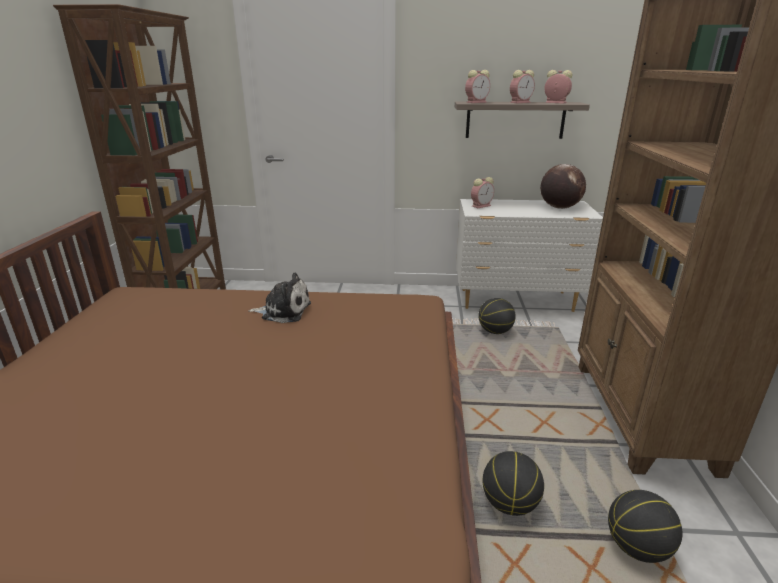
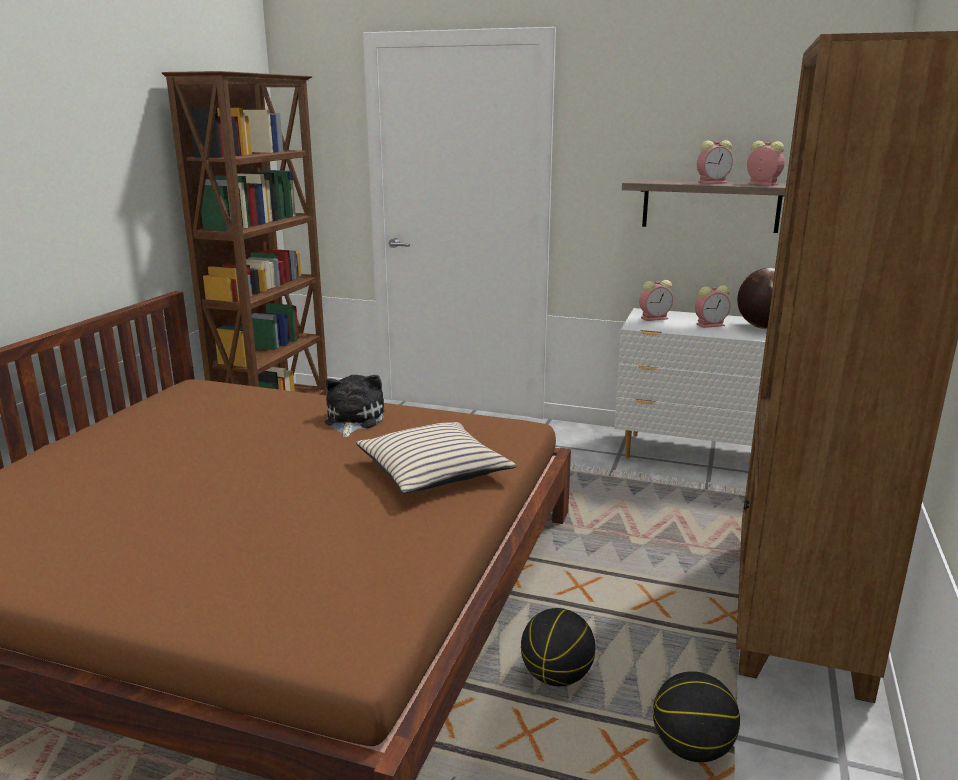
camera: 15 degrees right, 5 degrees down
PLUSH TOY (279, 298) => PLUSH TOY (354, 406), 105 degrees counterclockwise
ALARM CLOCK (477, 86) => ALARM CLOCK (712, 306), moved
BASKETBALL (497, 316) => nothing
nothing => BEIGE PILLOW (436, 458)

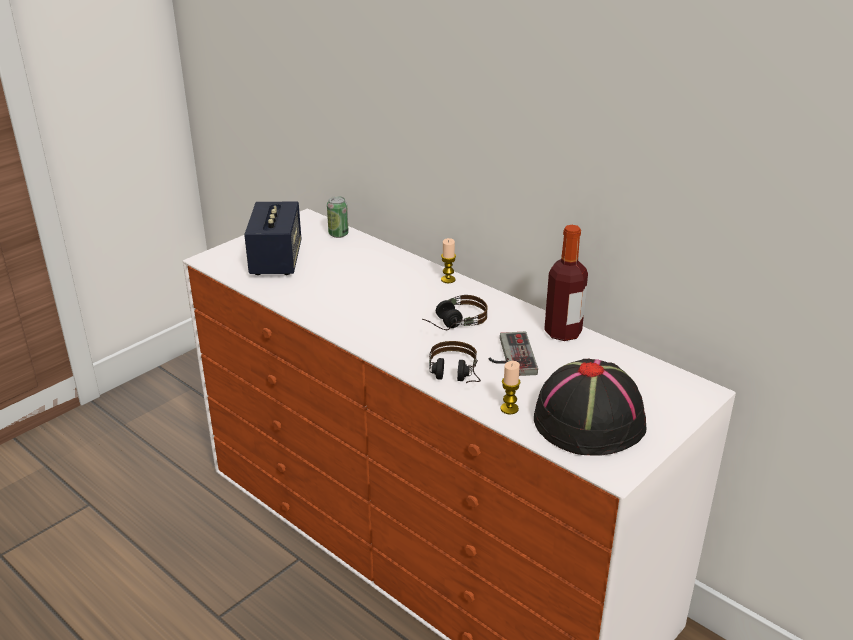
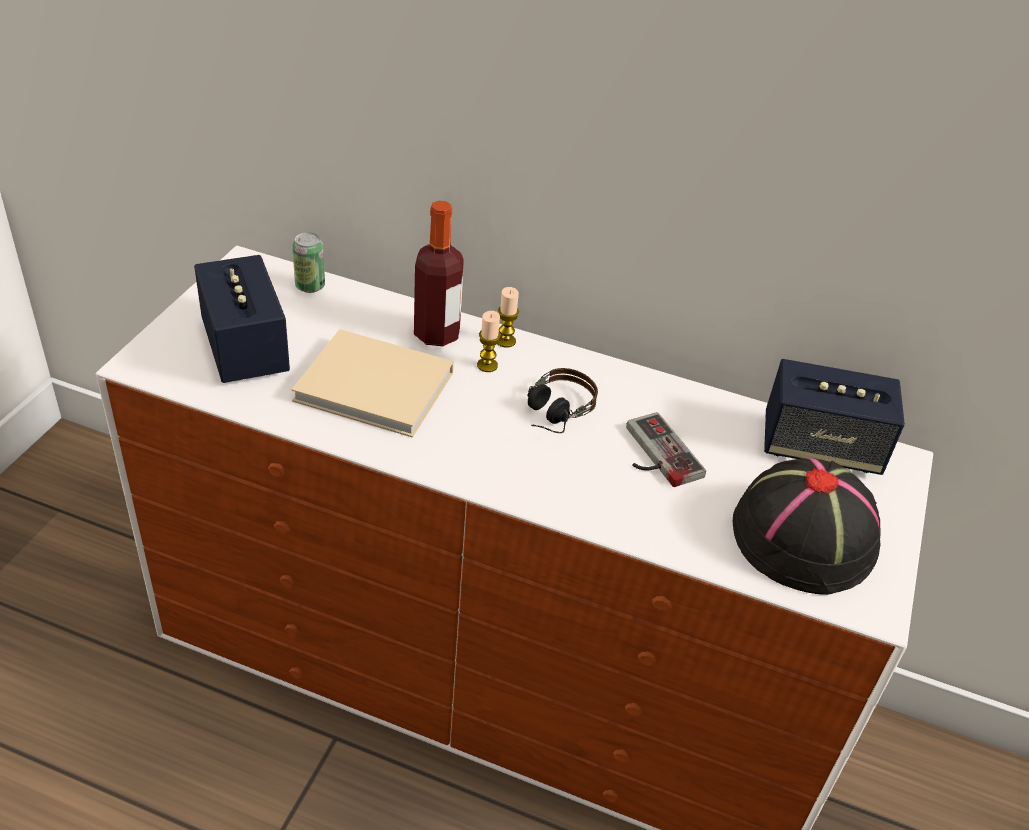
camera: 25 degrees left, 10 degrees up
HEADPHONES (455, 362) => nothing
CANDLE (510, 388) => CANDLE (489, 341), moved
BOTTLE (566, 283) => BOTTLE (439, 273), moved
nothing => BEIGE BOOK (372, 383)
nothing => SPEAKER (834, 417)

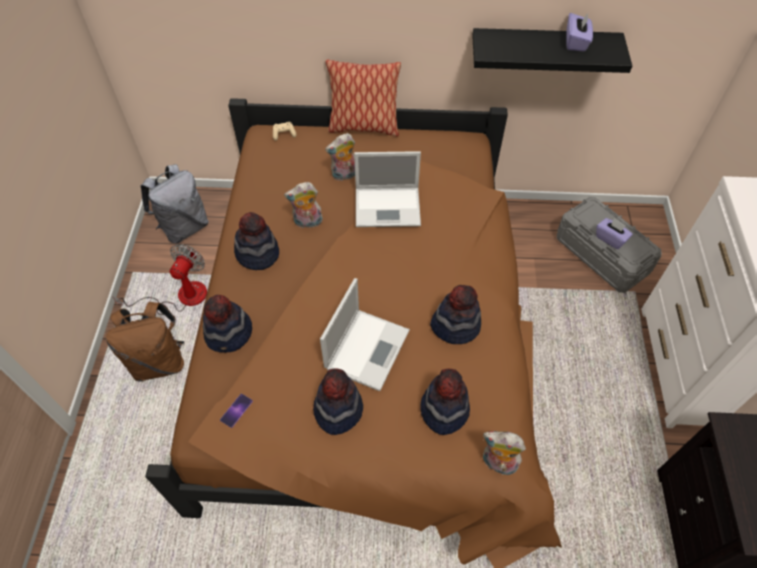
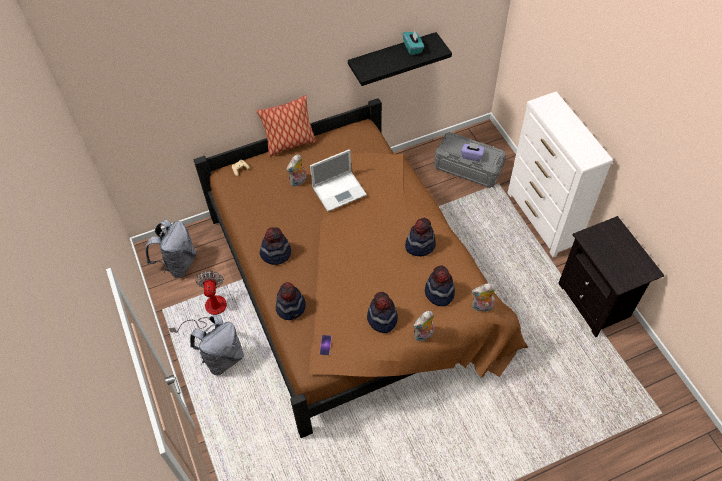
camera: 25 degrees left, 0 degrees up
BROWN BACKPACK (145, 342) => GREY BACKPACK (217, 344)
PLUSH TOY (303, 205) => PLUSH TOY (423, 326), moved
LAPTOP (365, 334) => nothing
PURPLE TISSUE BOX (579, 32) => TURQUOISE TISSUE BOX (413, 43)

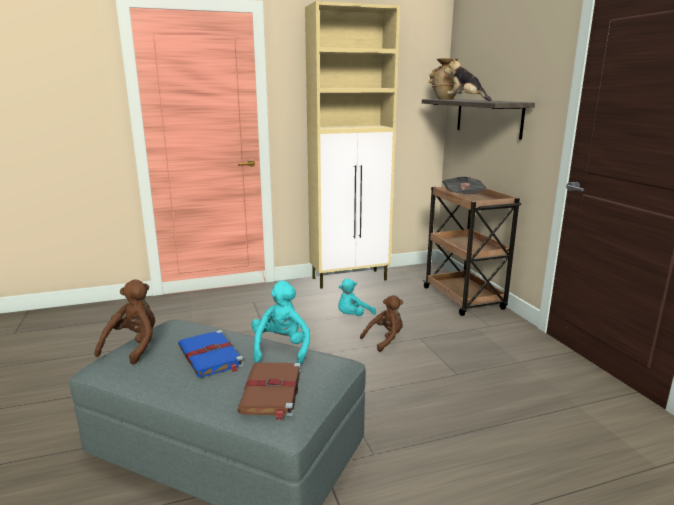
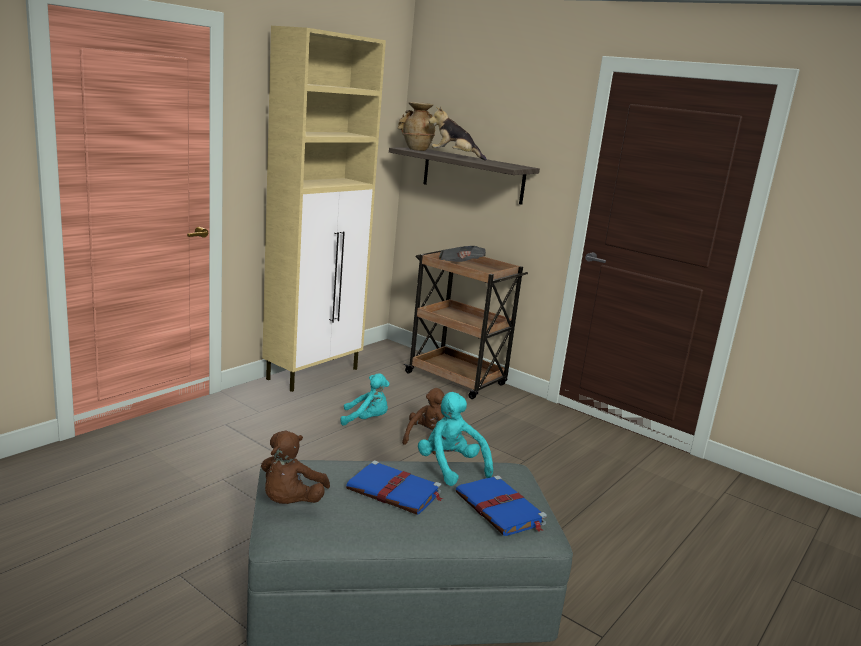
camera: 35 degrees left, 0 degrees up
BROWN PLUSH TOY (124, 322) => BROWN PLUSH TOY (295, 467), 150 degrees counterclockwise
BROWN BOOK (269, 391) => BLUE BOOK (501, 505)
TURQUOISE PLUSH TOY (357, 297) => TURQUOISE PLUSH TOY (365, 399), 105 degrees counterclockwise

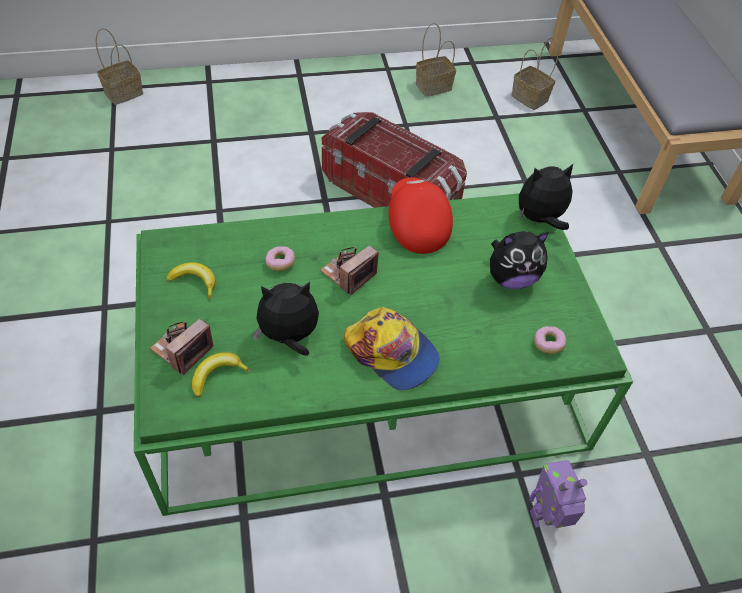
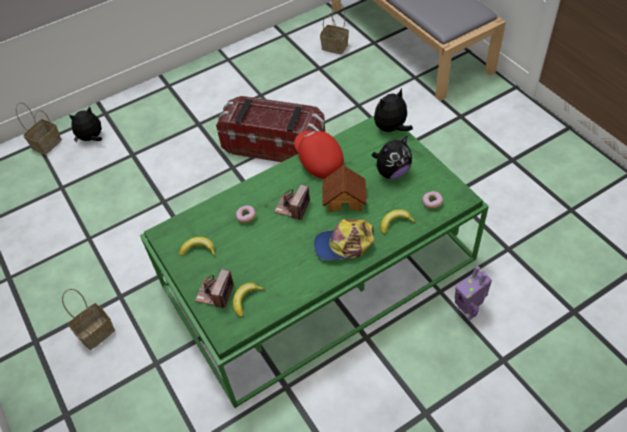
camera: 15 degrees left, 0 degrees up
PLUSH TOY (285, 319) => PLUSH TOY (85, 124), moved
CAP (392, 349) => CAP (344, 239), 150 degrees clockwise
BASKET (436, 60) => BASKET (88, 319), moved
TOY ROBOT (558, 494) => TOY ROBOT (473, 293), 90 degrees counterclockwise
nothing => TOY HOUSE (344, 188)
nothing => BANANA (398, 221)

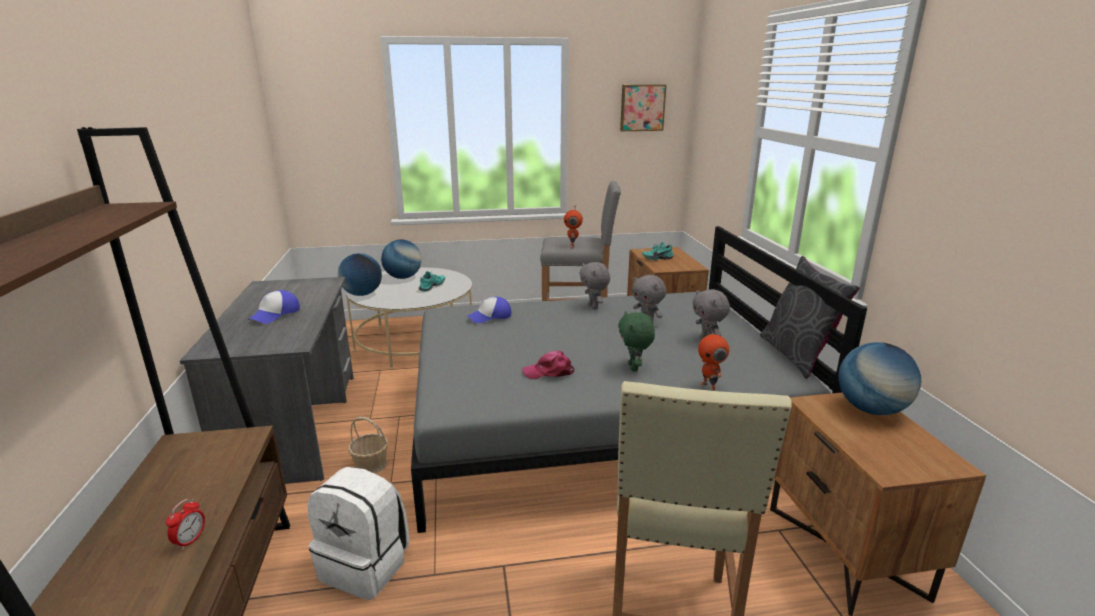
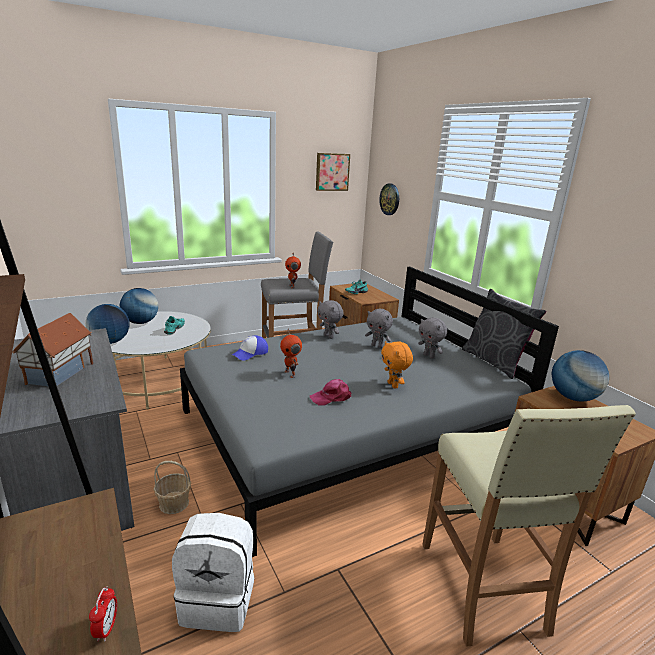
camera: 20 degrees left, 0 degrees up
CAP (274, 307) => TOY HOUSE (52, 349)
GREEN PLUSH TOY (636, 341) => ORANGE PLUSH TOY (397, 365)
TOY ROBOT (713, 358) => TOY ROBOT (291, 354), moved
nothing => WALL CLOCK (389, 199)

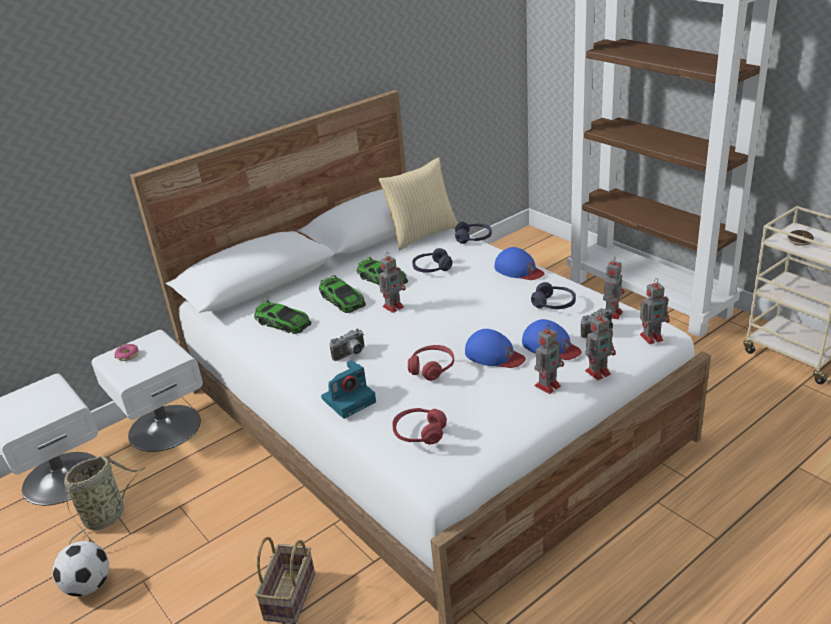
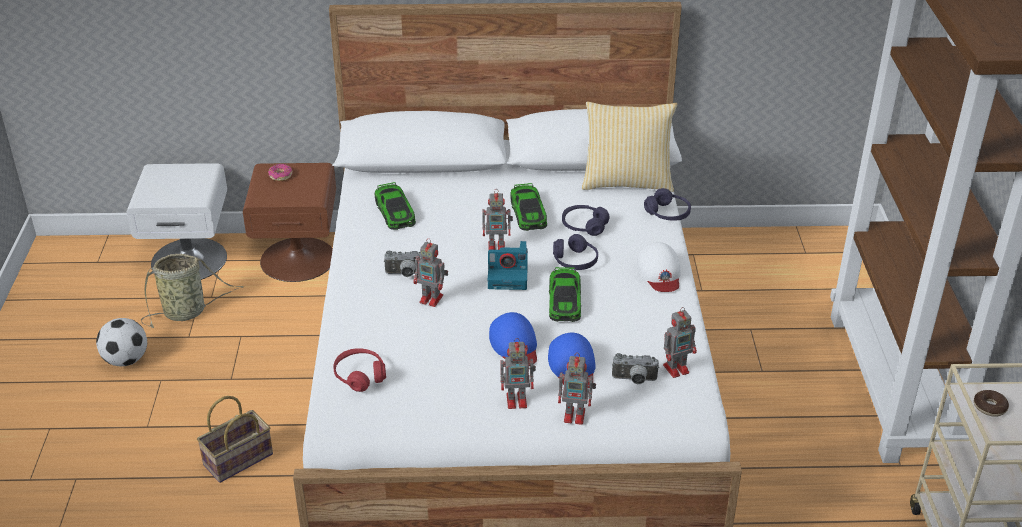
camera: 35 degrees right, 5 degrees up
WHITE NIGHTSTAND (147, 391) => BROWN NIGHTSTAND (289, 222)
TOY CAR (342, 294) => TOY CAR (565, 294), moved
PHOTO CAMERA (348, 389) => PHOTO CAMERA (508, 265), moved
RED HEADPHONES (431, 363) => nothing
BLUE CAP (520, 263) => WHITE CAP (659, 267)
PURPLE HEADPHONES (553, 295) => PURPLE HEADPHONES (575, 252), moved
TOY ROBOT (655, 311) => TOY ROBOT (430, 272), moved

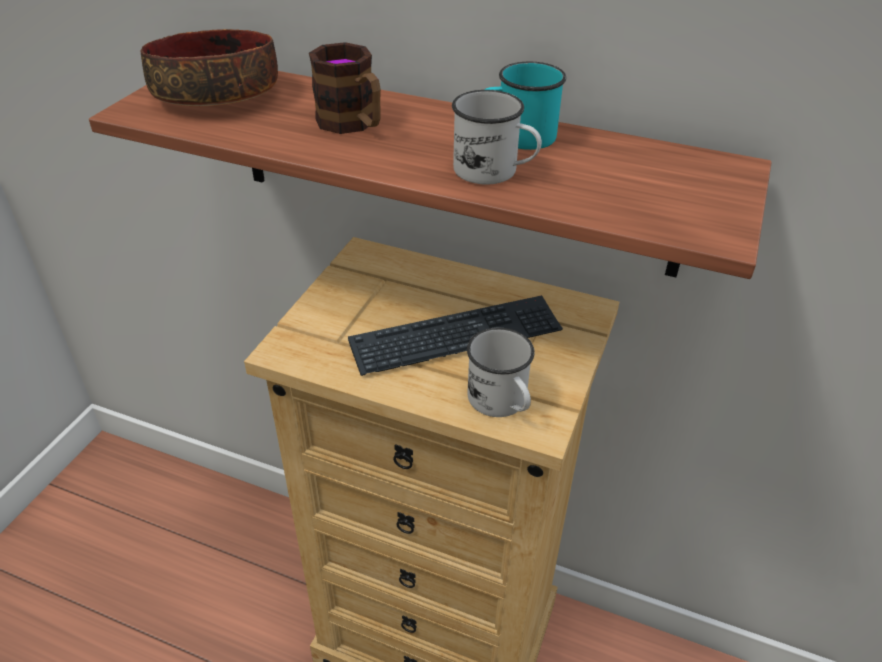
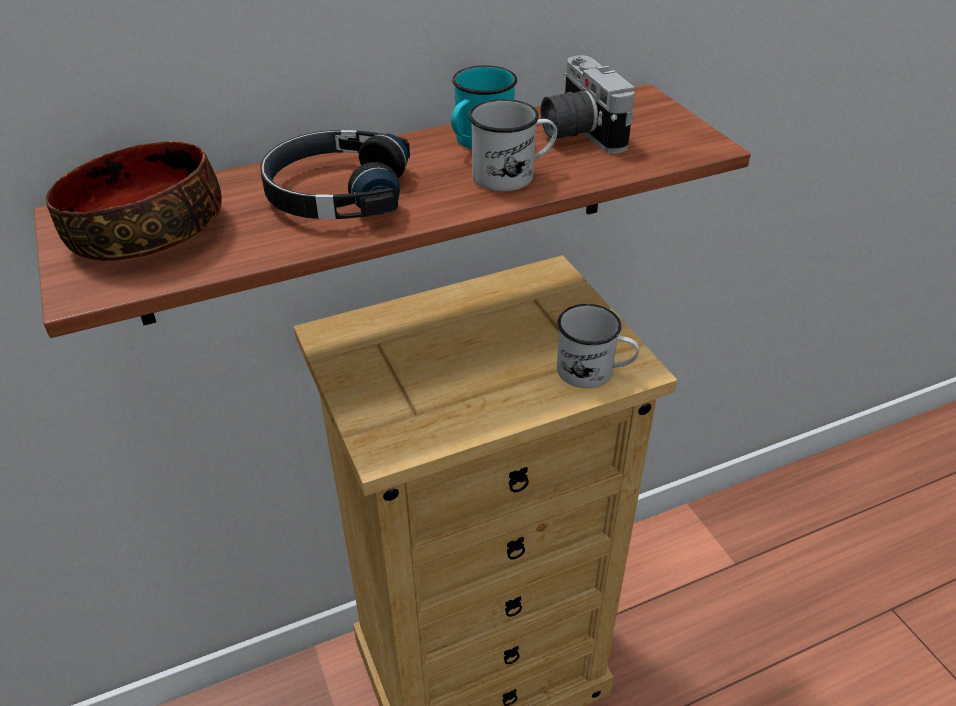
camera: 45 degrees left, 0 degrees up
MUG (345, 88) => BLACK HEADPHONES (335, 174)
KEYBOARD (455, 335) => nothing
nothing => PHOTO CAMERA (587, 104)

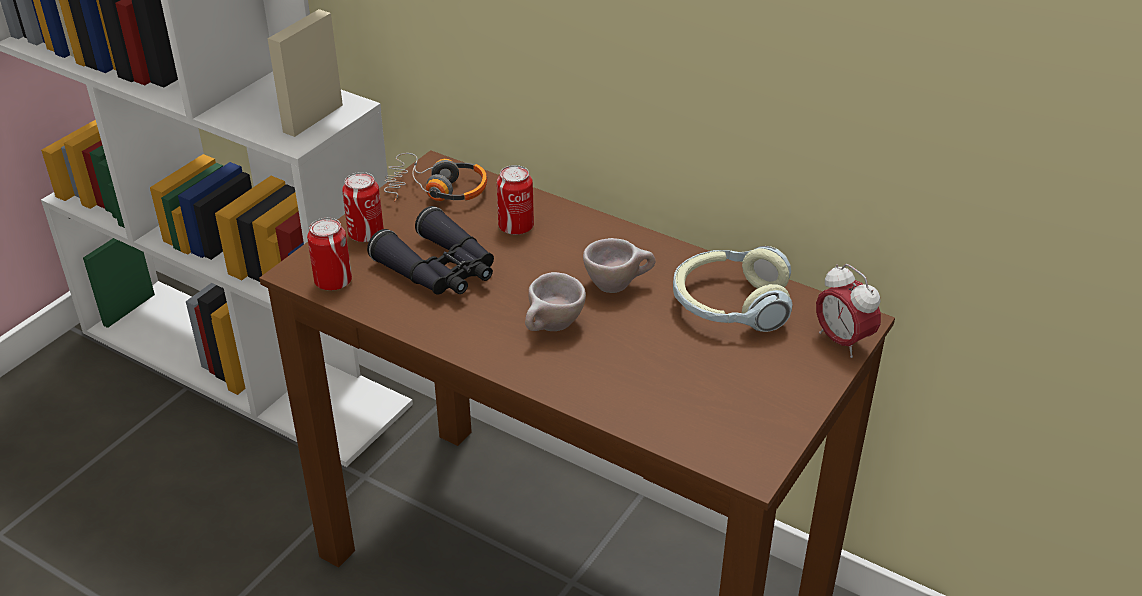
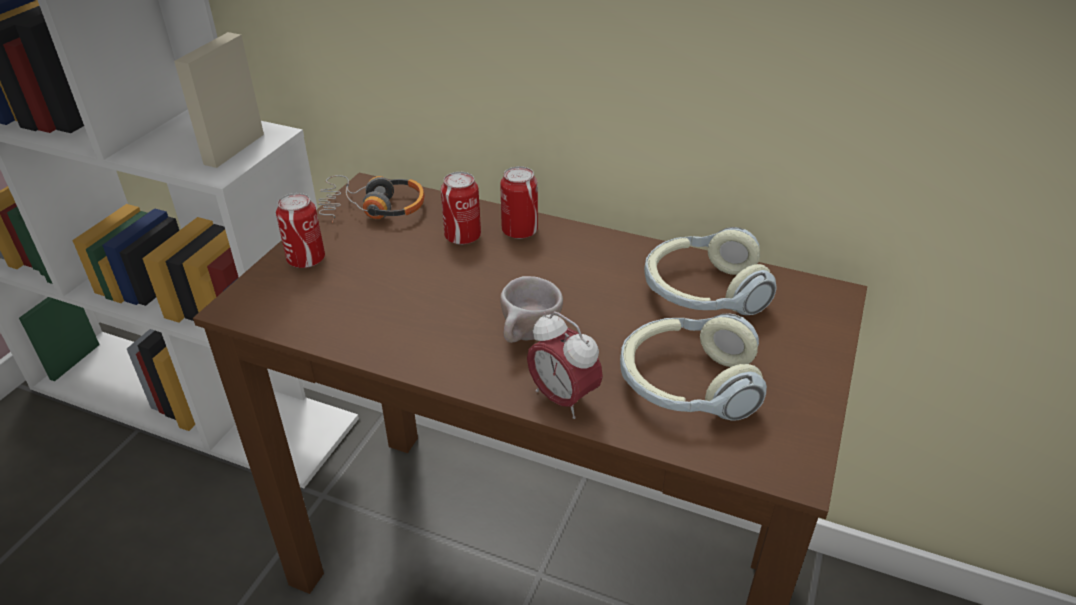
camera: 10 degrees left, 0 degrees up
CAN (329, 254) => CAN (519, 202), moved
BLACK BINOCULARS (430, 250) => nothing
BEIGE CUP (619, 265) => nothing
ALARM CLOCK (848, 311) => ALARM CLOCK (565, 365), moved
nothing => HEADPHONES (693, 367)

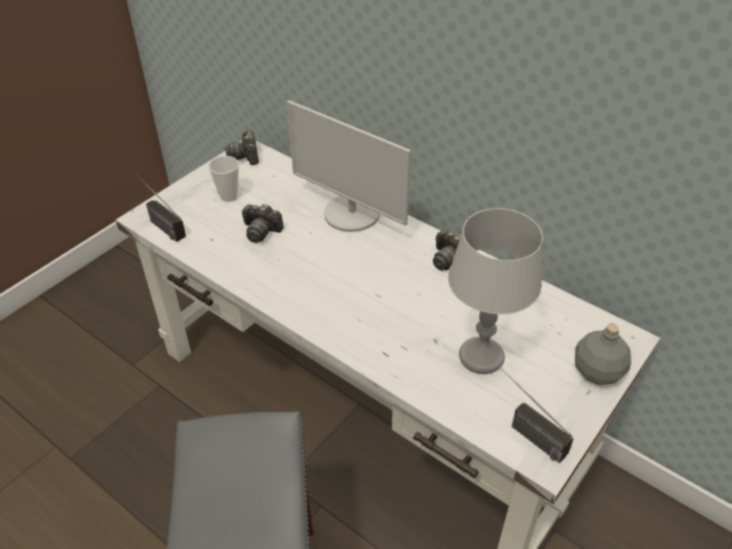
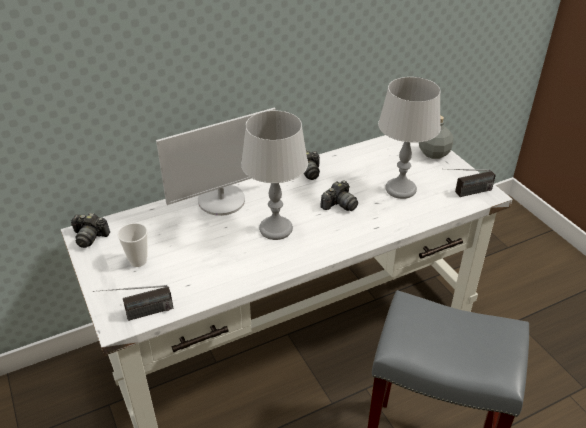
camera: 65 degrees left, 5 degrees down
PHOTO CAMERA (263, 223) => PHOTO CAMERA (339, 195), moved
nothing => GREY TABLE LAMP (274, 175)

